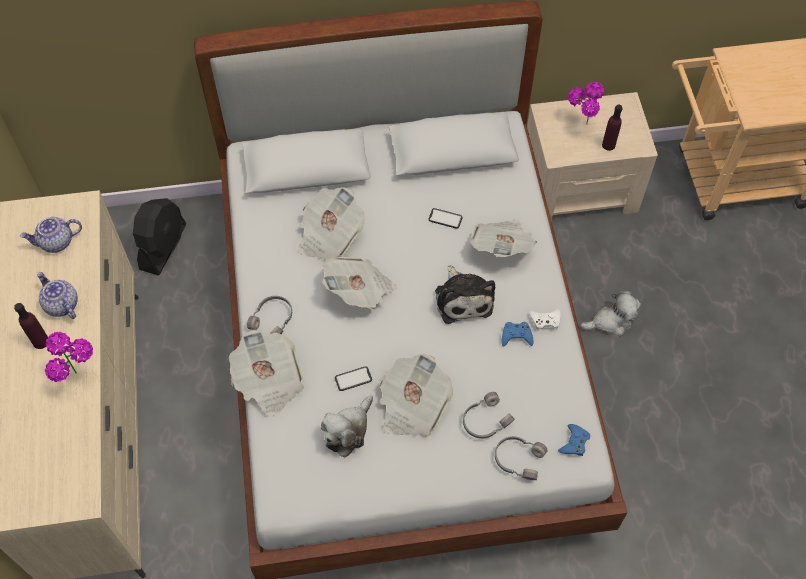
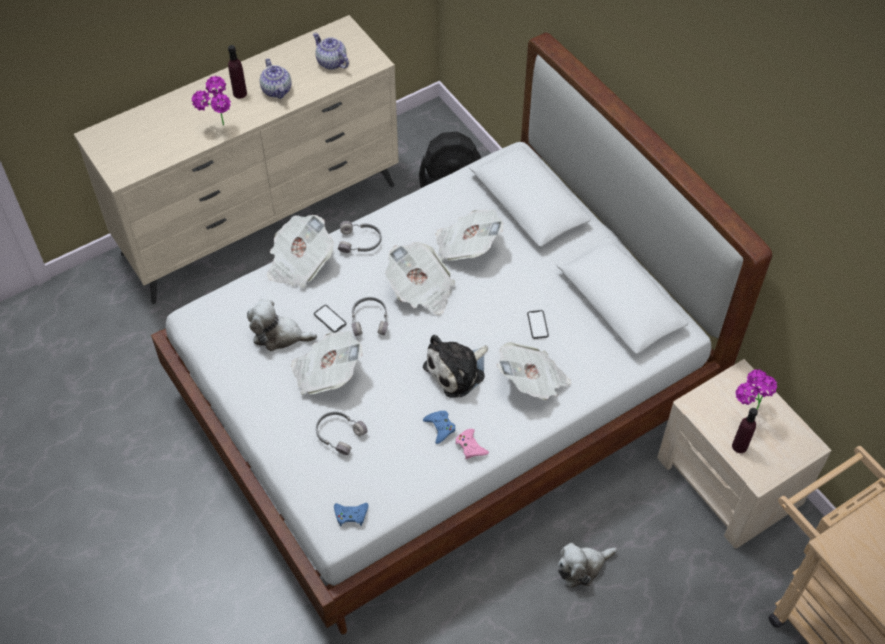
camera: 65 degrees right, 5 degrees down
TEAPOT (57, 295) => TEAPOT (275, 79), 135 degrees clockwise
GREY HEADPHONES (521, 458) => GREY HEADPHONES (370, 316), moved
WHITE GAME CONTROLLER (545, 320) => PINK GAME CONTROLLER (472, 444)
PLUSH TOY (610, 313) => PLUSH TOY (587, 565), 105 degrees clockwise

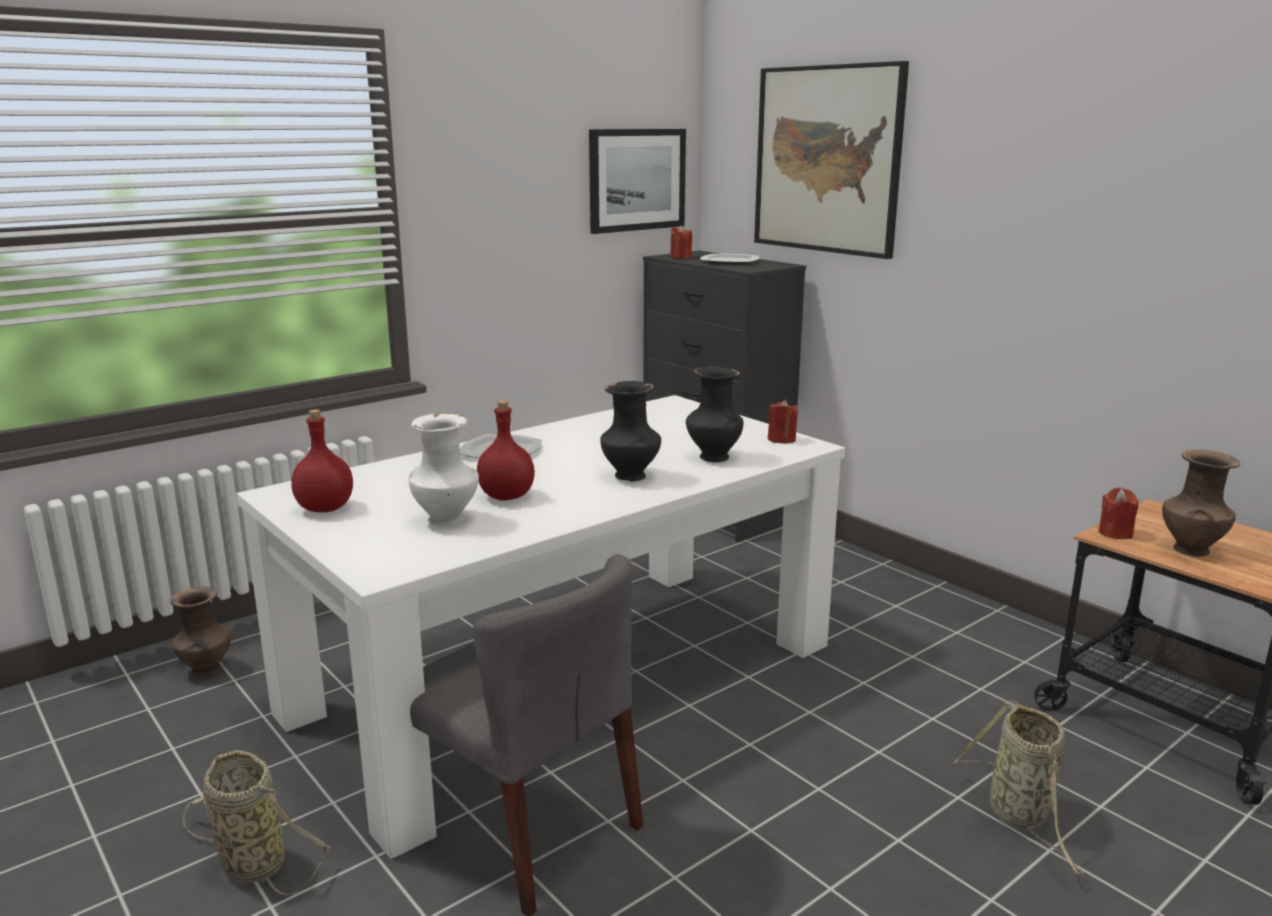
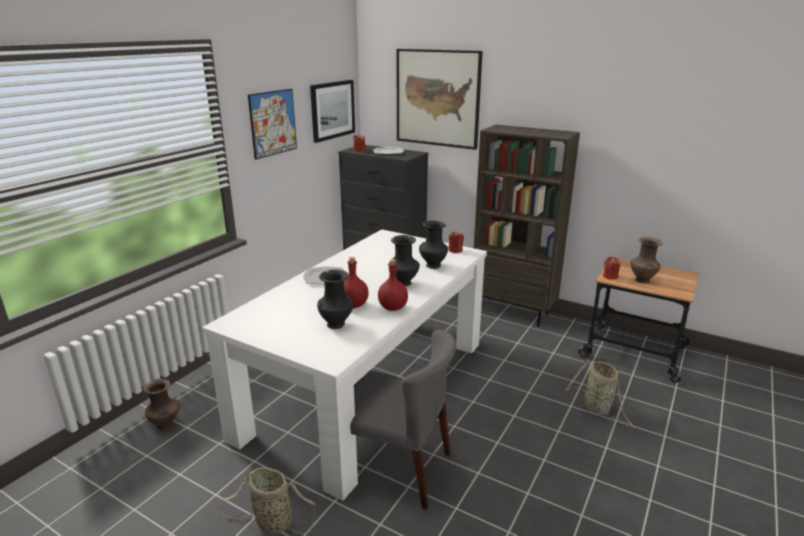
camera: 20 degrees left, 5 degrees up
RED BOTTLE (322, 460) => RED BOTTLE (393, 285), moved
WHITE VASE (444, 469) => BLACK VASE (335, 299)
nothing => PICTURE (272, 124)
nothing => BROWN BOOKCASE (527, 226)

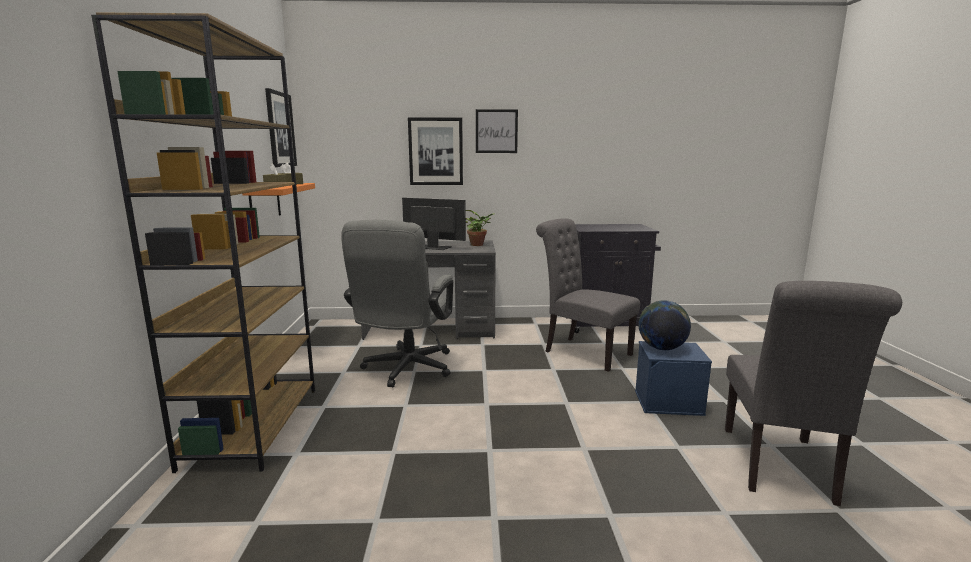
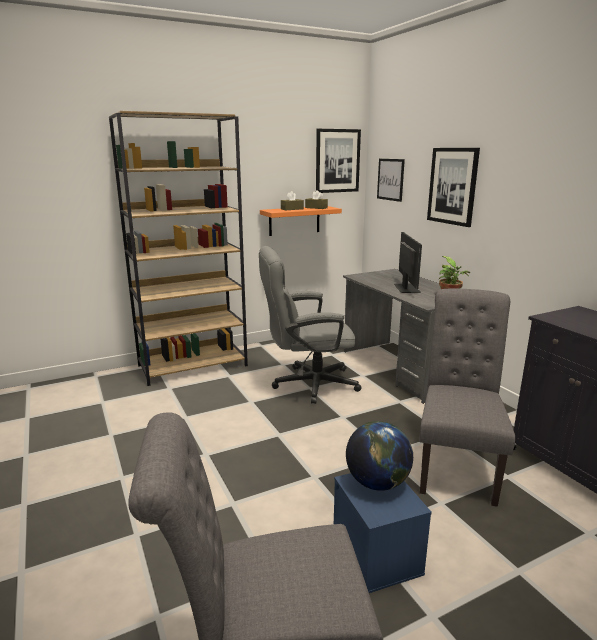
camera: 65 degrees right, 5 degrees up
PICTURE (497, 131) => PICTURE (391, 180), moved

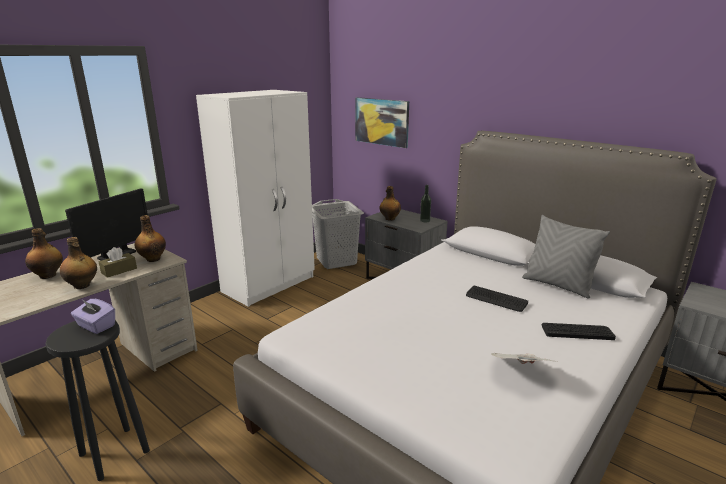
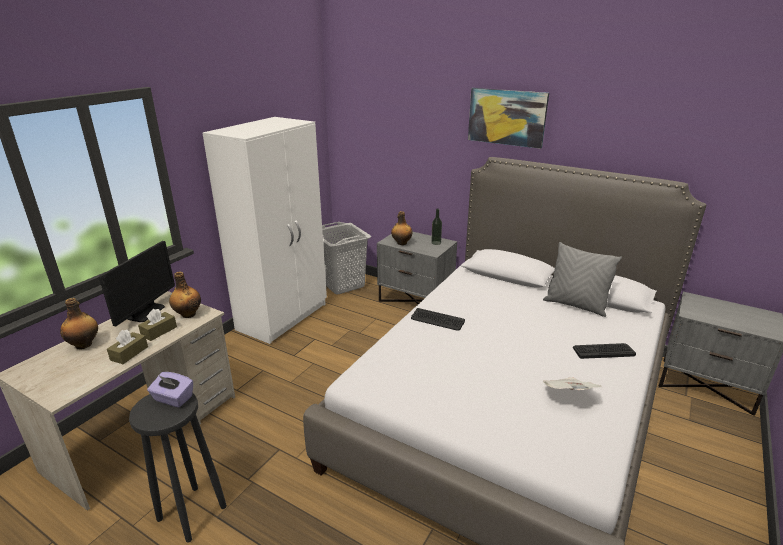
camera: 10 degrees left, 5 degrees up
BOTTLE (78, 263) => BROWN TISSUE BOX (127, 347)
PICTURE (382, 122) => PICTURE (508, 118), moved
KEYBOARD (497, 299) => KEYBOARD (438, 319), moved

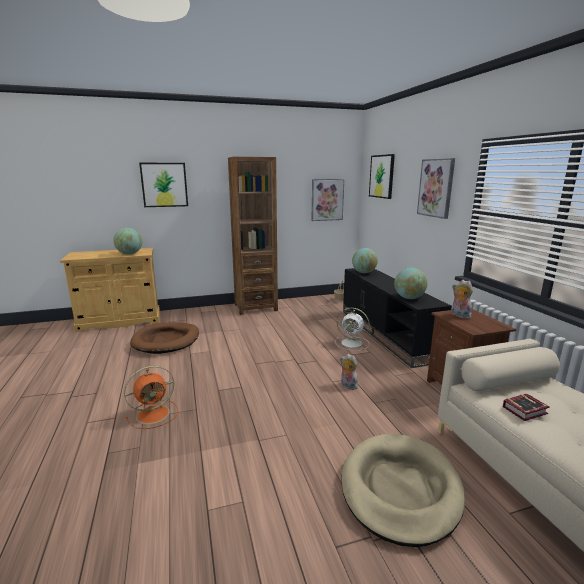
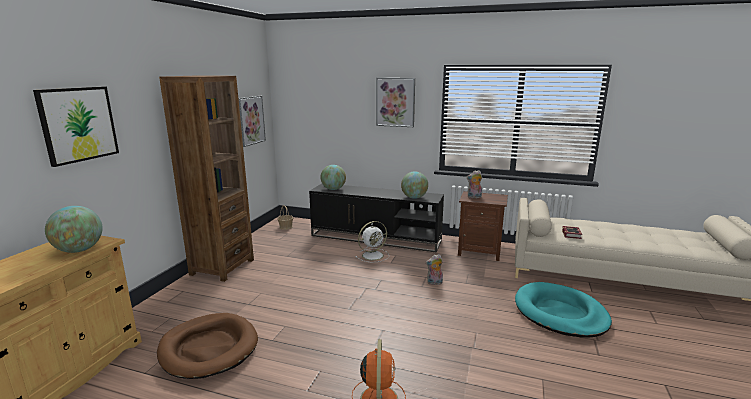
camera: 55 degrees left, 0 degrees up
BEIGE DOG BED (403, 490) => TURQUOISE DOG BED (563, 310)
PICTURE (382, 176) => nothing

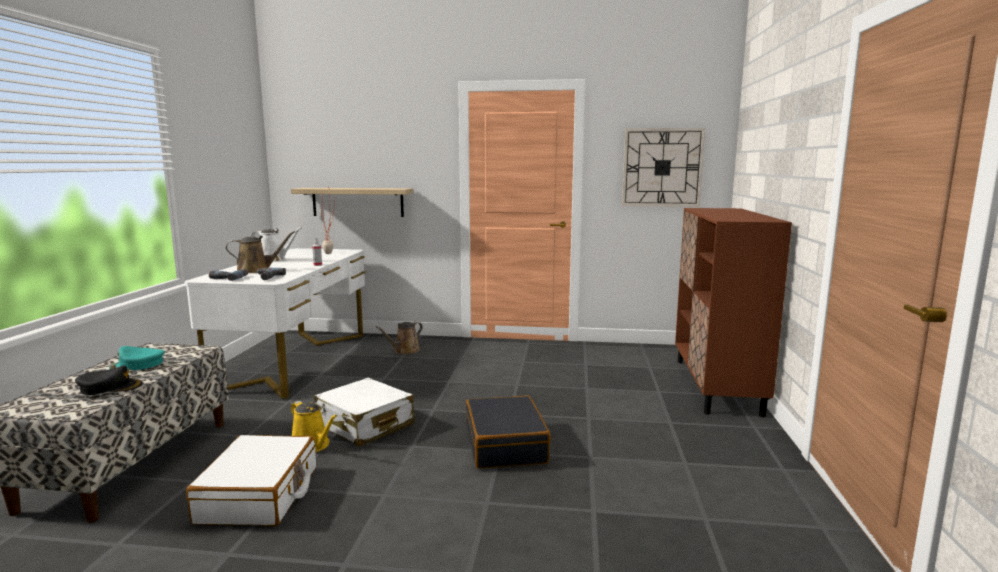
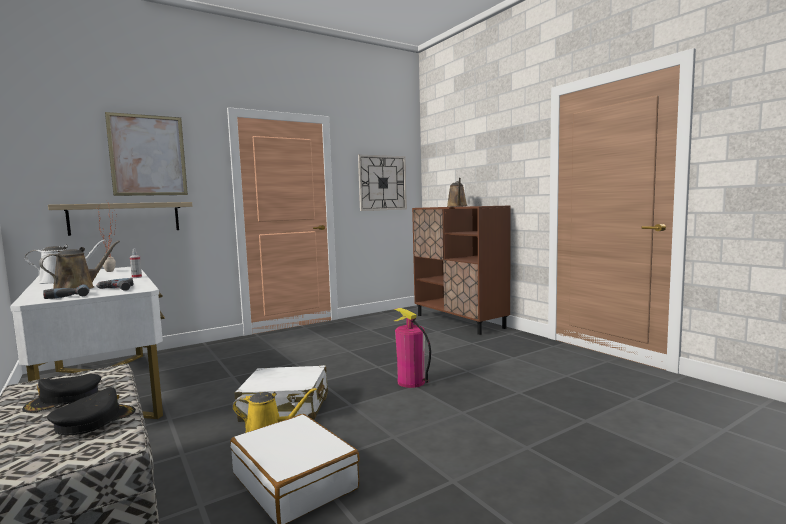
camera: 40 degrees left, 5 degrees down
TURQUOISE CAP (137, 358) => BLACK CAP (61, 393)
BROWN WATERING CAN (399, 338) => BROWN WATERING CAN (457, 192), moved
BLACK SUITCASE (508, 432) => FIRE EXTINGUISHER (412, 348)
nothing => PICTURE (146, 154)

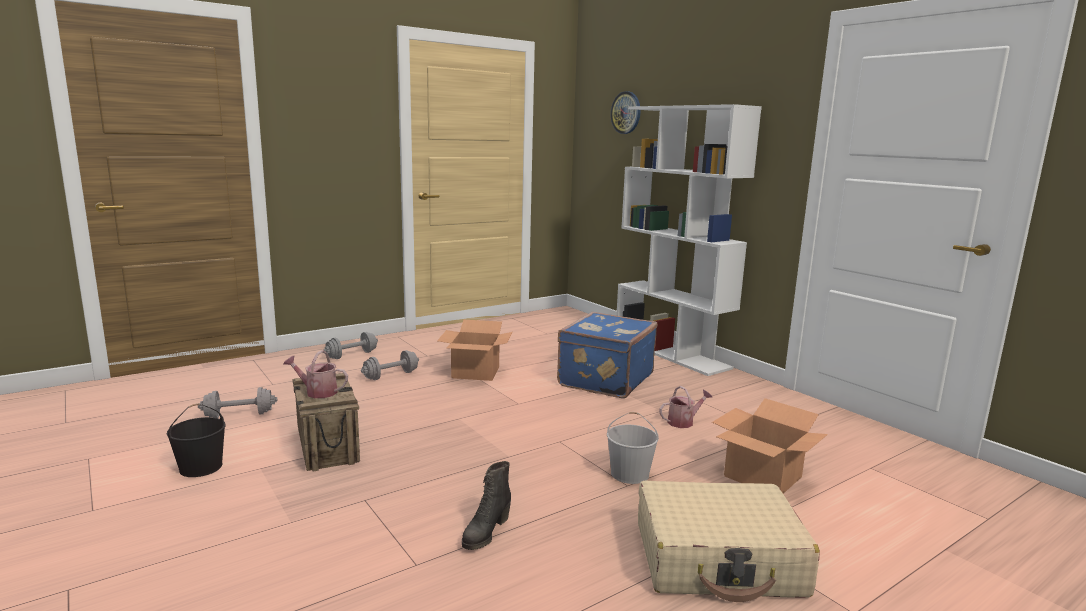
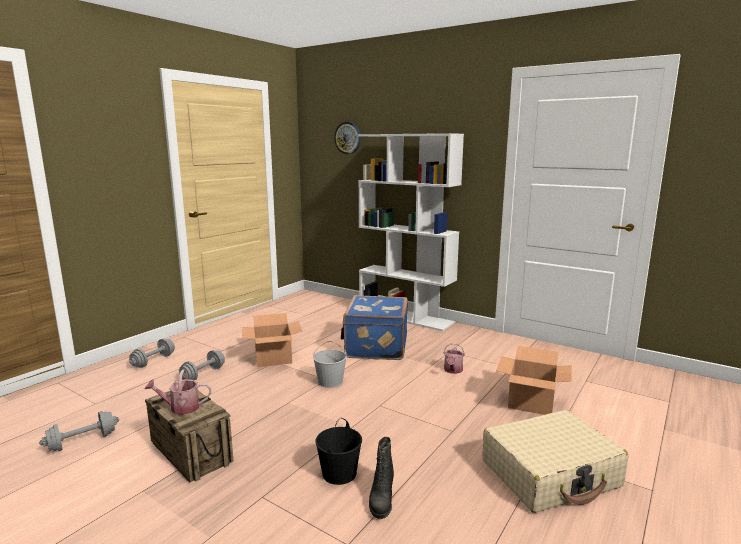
camera: 20 degrees left, 0 degrees up
BLACK BUCKET (196, 440) => BLACK BUCKET (338, 451), moved
WHITE BUCKET (633, 448) => WHITE BUCKET (330, 364), moved
WATERING CAN (685, 407) => WATERING CAN (454, 358), 150 degrees clockwise

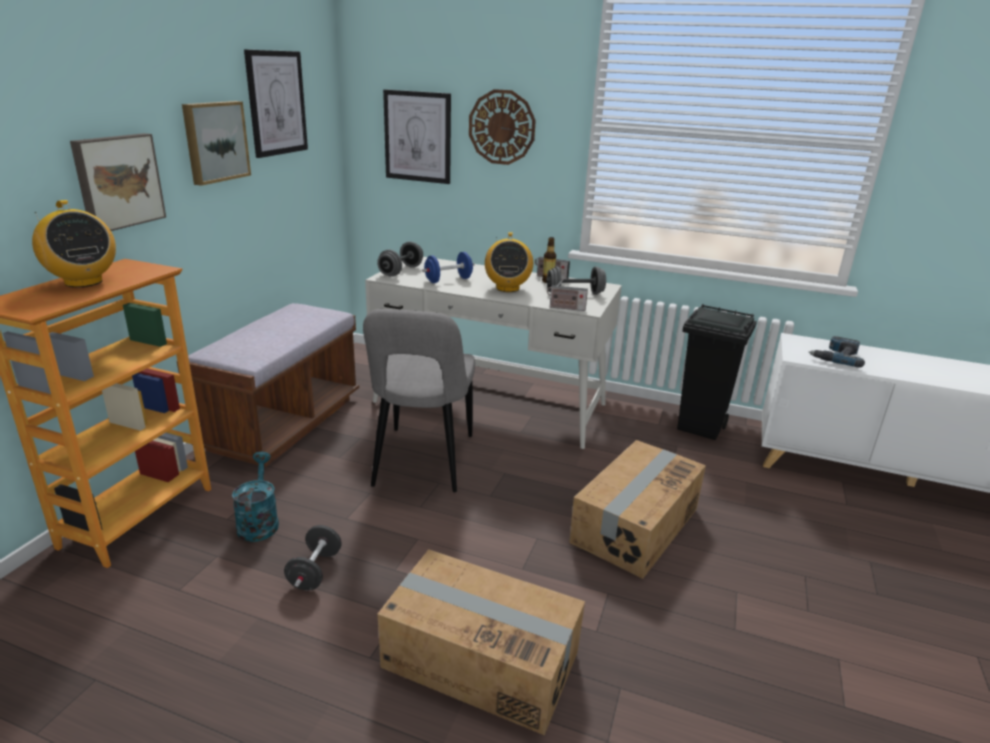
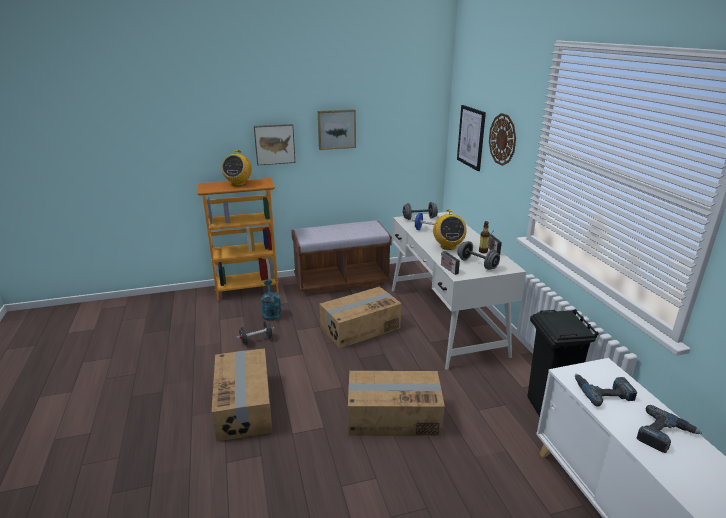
camera: 55 degrees right, 0 degrees up
TURQUOISE WATERING CAN (255, 497) => TURQUOISE WATERING CAN (271, 300), 60 degrees counterclockwise
PICTURE (276, 103) => nothing
GREY CHAIR (419, 400) => CARDBOARD BOX (360, 317)
RADIO (509, 262) => RADIO (450, 230), 60 degrees counterclockwise
nothing => POWER DRILL (669, 429)

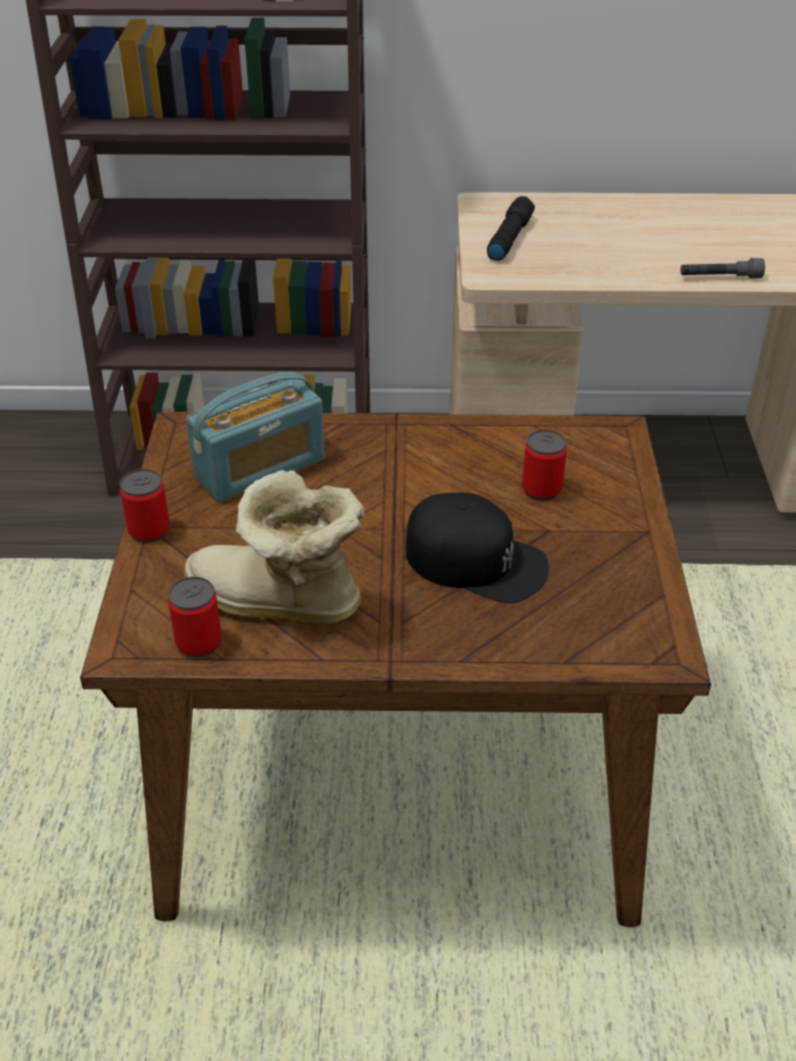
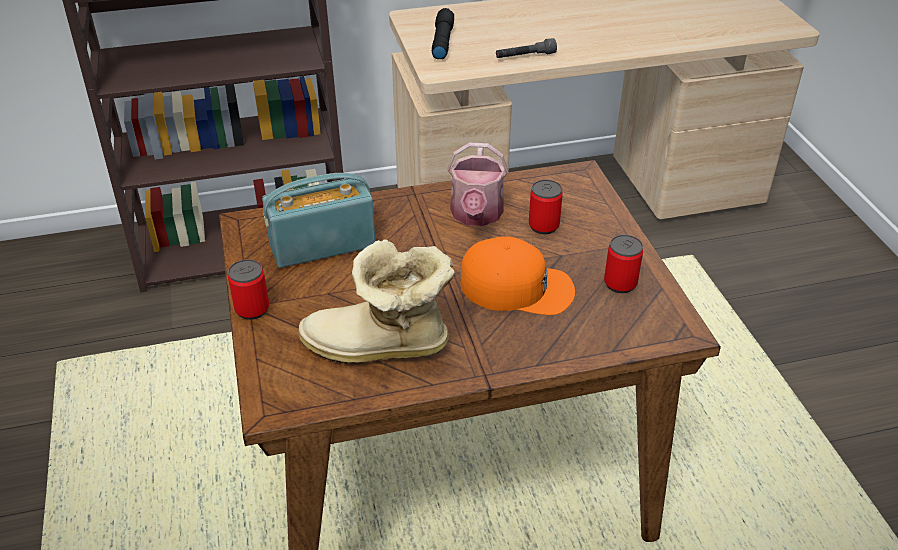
camera: 15 degrees left, 0 degrees up
CAN (195, 617) => CAN (623, 264), moved
RADIO (255, 437) => RADIO (318, 220), 150 degrees counterclockwise
BLACK CAP (477, 548) => ORANGE CAP (517, 275)
GREY FLASHLIGHT (723, 268) => GREY FLASHLIGHT (526, 48), moved
nothing => WATERING CAN (477, 184)

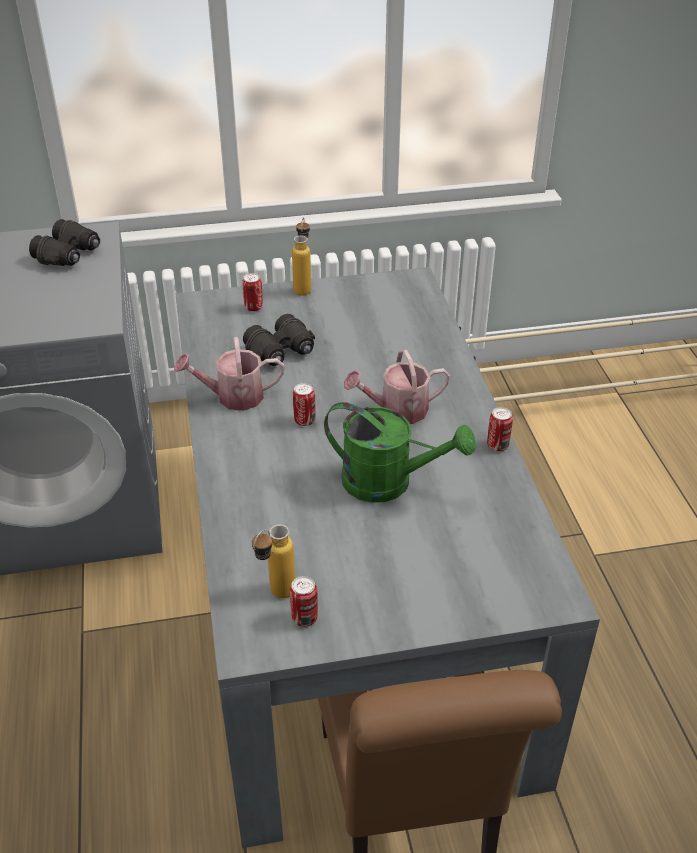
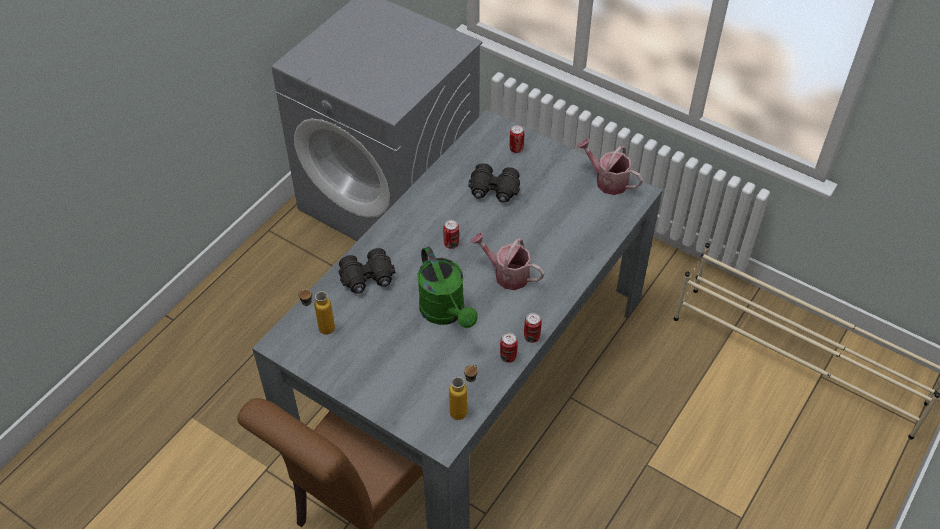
camera: 45 degrees right, 10 degrees up
BLACK BINOCULARS (64, 242) => BLACK BINOCULARS (367, 271), moved
WATERING CAN (229, 374) => WATERING CAN (610, 167), moved
CAN (304, 601) => CAN (509, 347), moved
BOTTLE (301, 256) => BOTTLE (463, 392), moved

